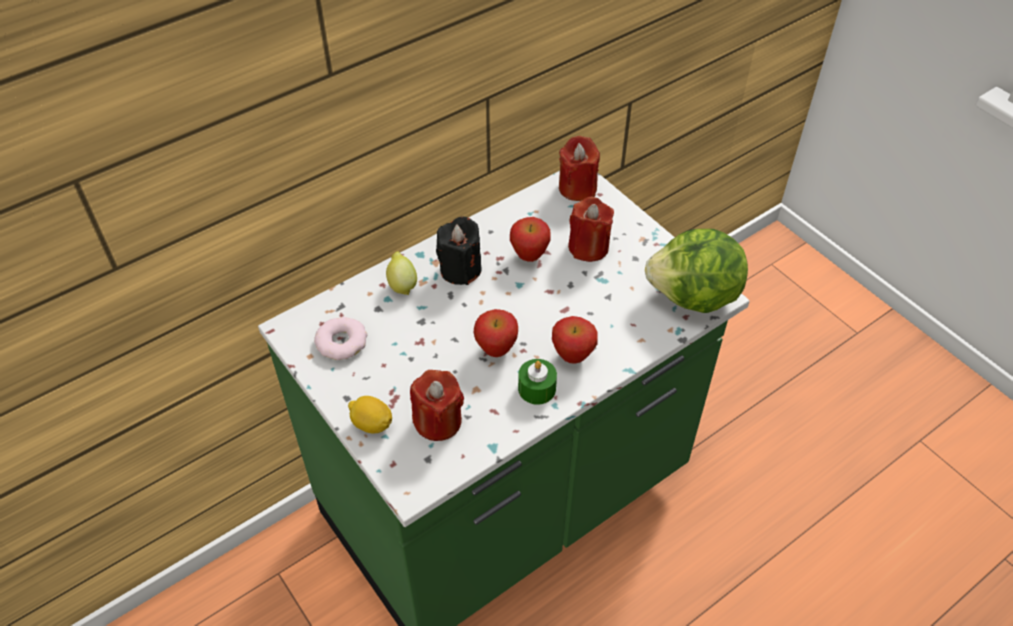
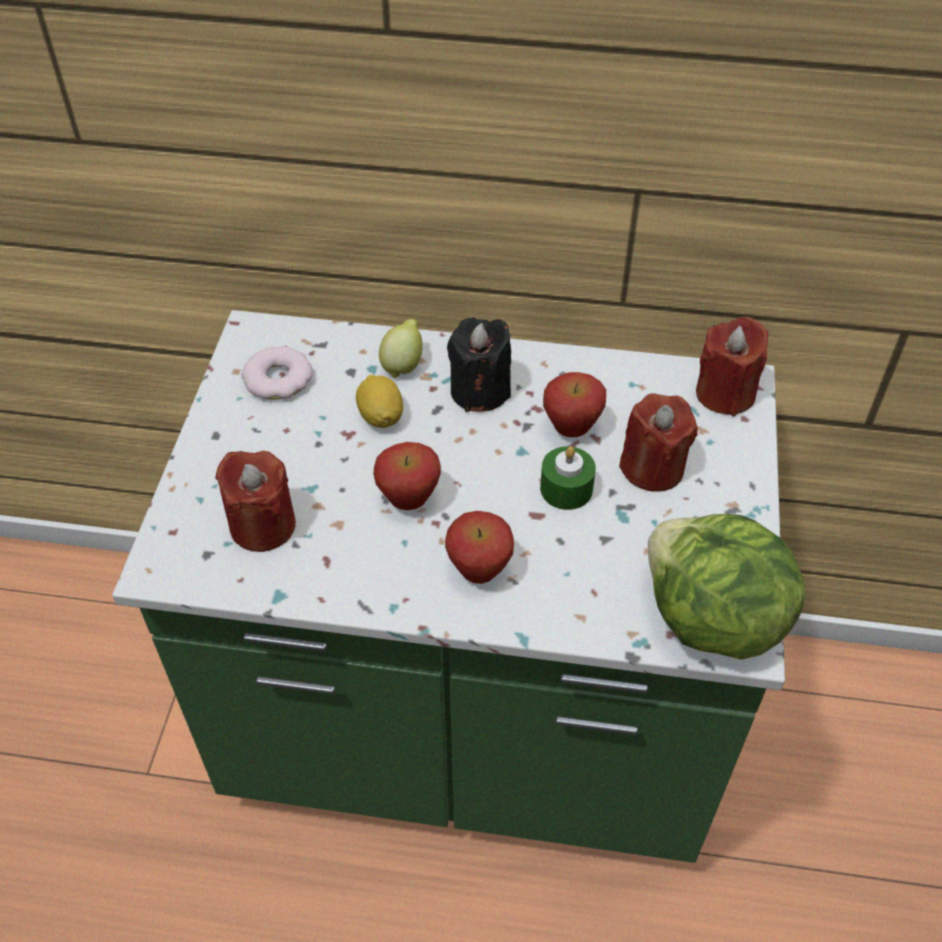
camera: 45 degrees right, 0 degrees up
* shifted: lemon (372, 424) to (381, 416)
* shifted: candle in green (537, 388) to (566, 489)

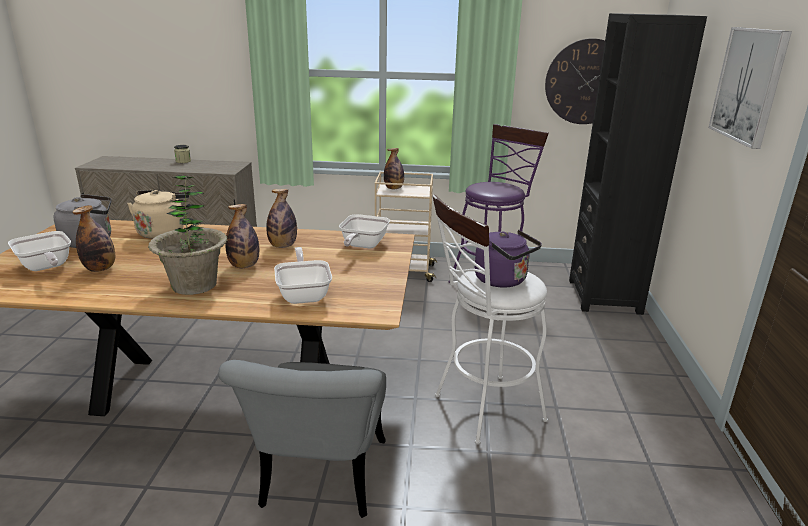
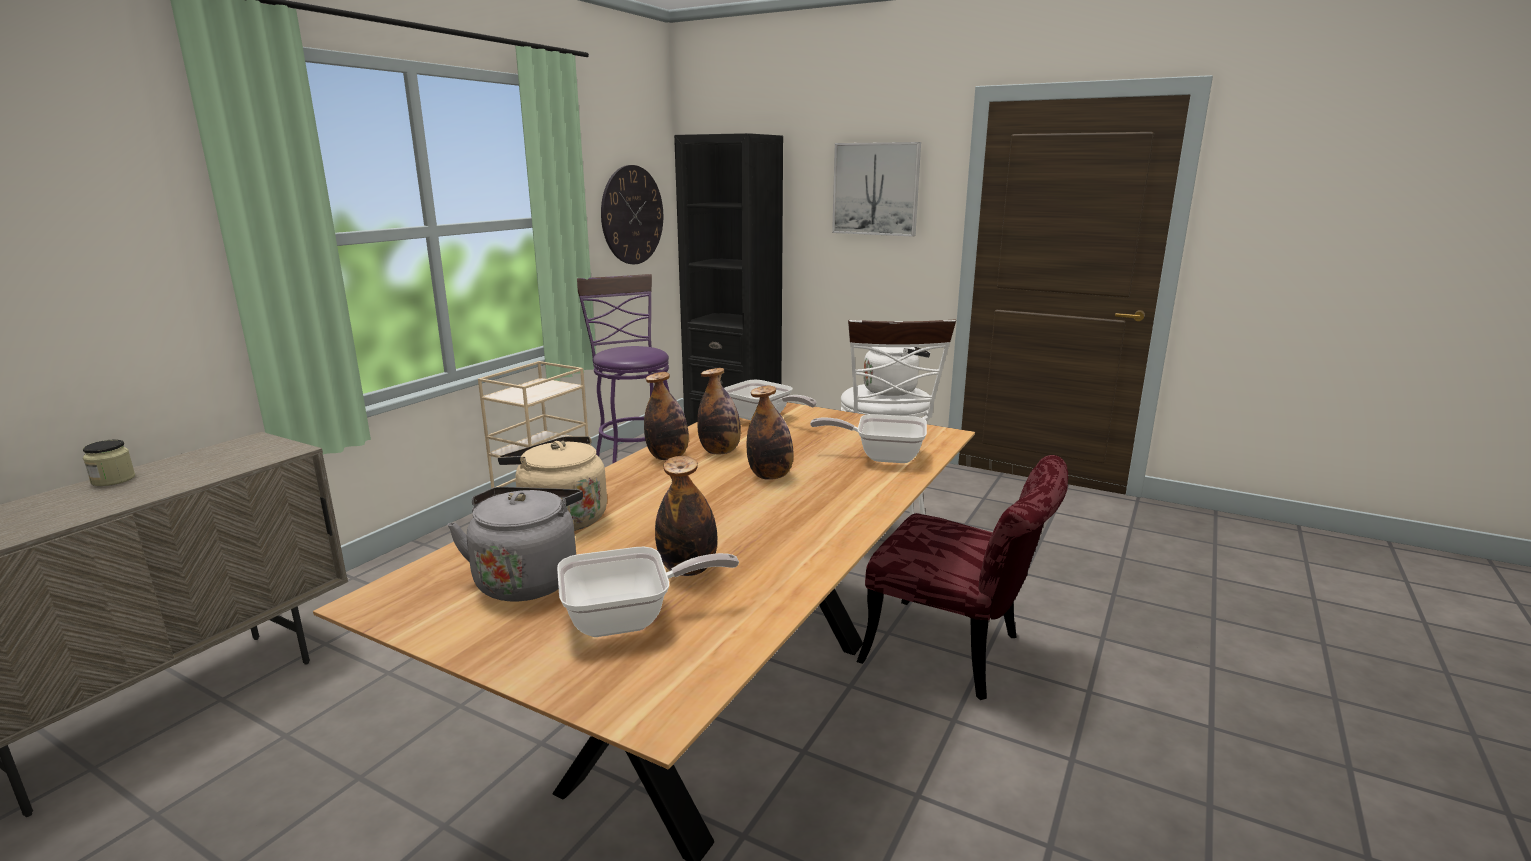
camera: 65 degrees left, 5 degrees down
* gone: potted plant (194, 285)
* repainted: chair in grey (320, 483) to chair in red (957, 653)
* shifted: bottle (394, 188) to (668, 457)
* repainted: kettle in purple (503, 281) to kettle in white (893, 390)

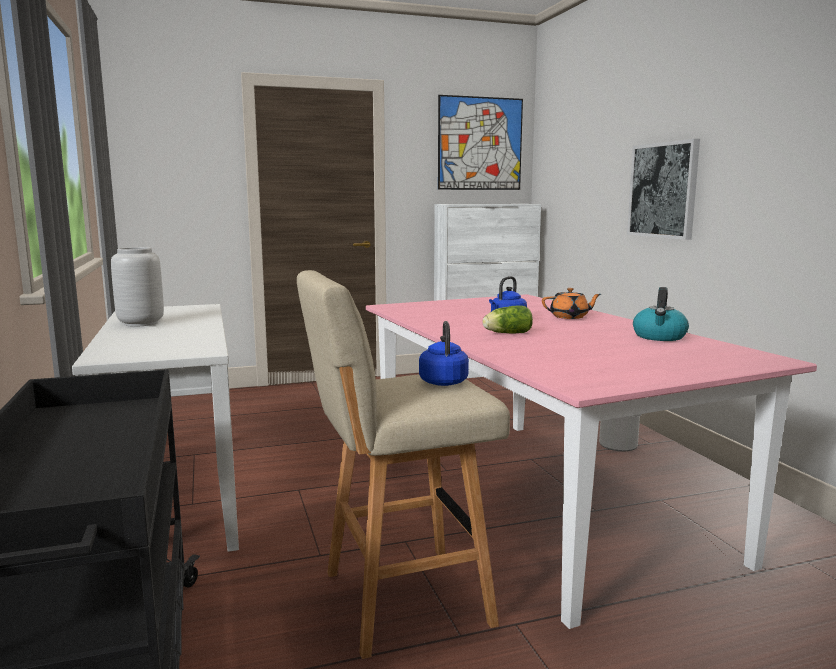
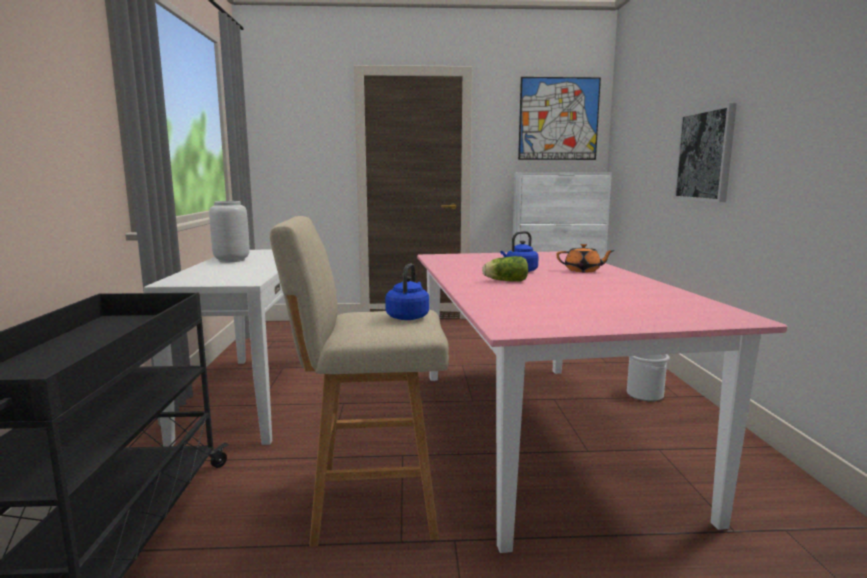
camera: 15 degrees right, 0 degrees up
* gone: kettle (659, 337)

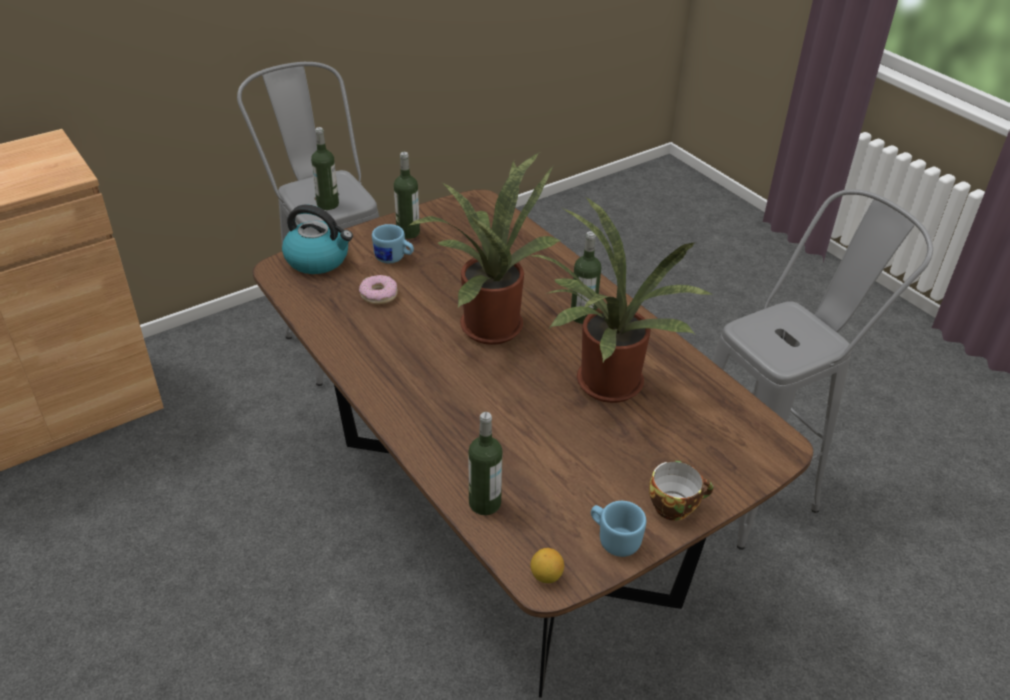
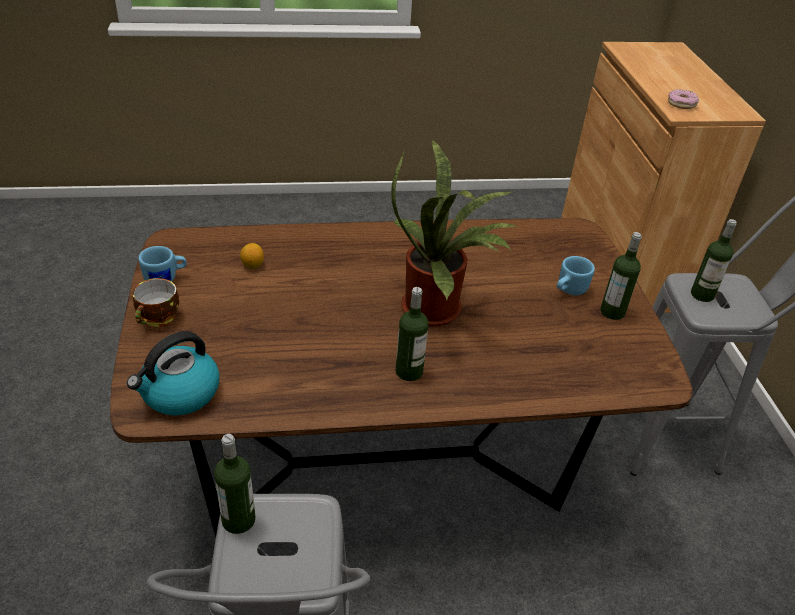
camera: 115 degrees right, 0 degrees up
* shifted: kettle (318, 259) to (180, 393)
* shifted: donut (379, 295) to (681, 104)
* shifted: bottle (485, 503) to (238, 520)
* gone: potted plant (604, 387)
* shifted: lemon (546, 576) to (252, 265)

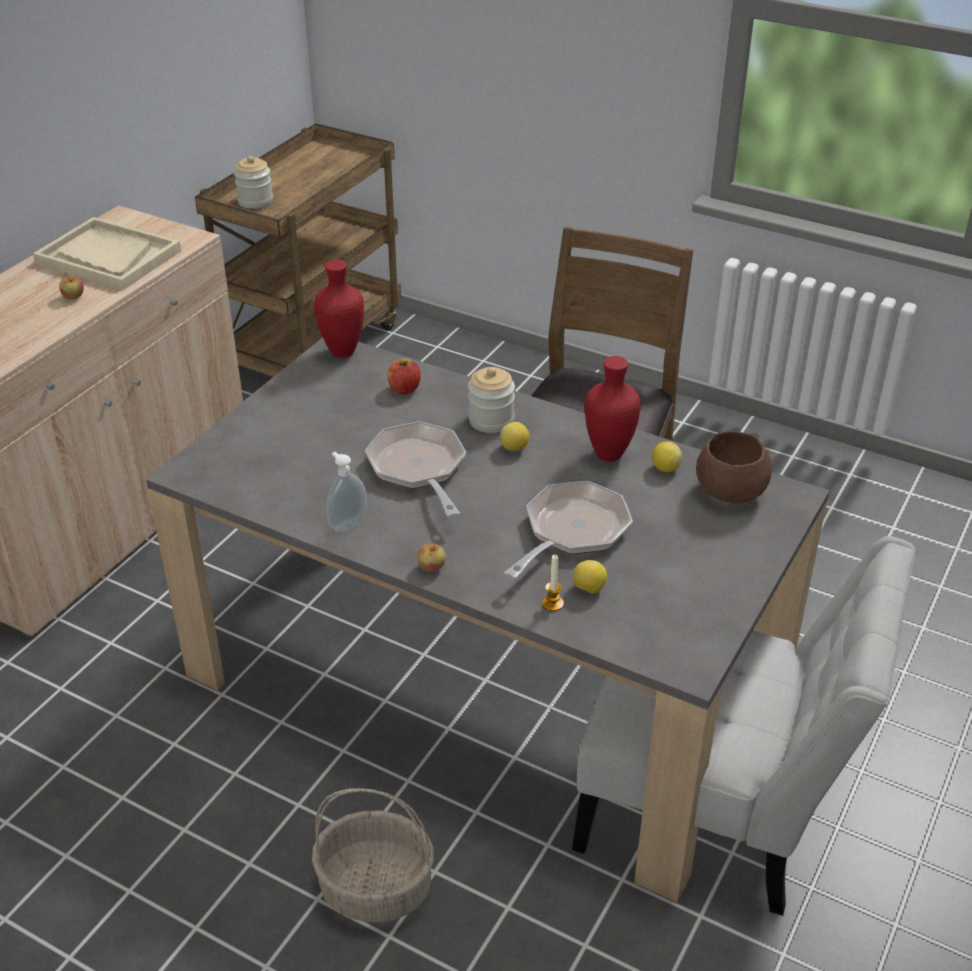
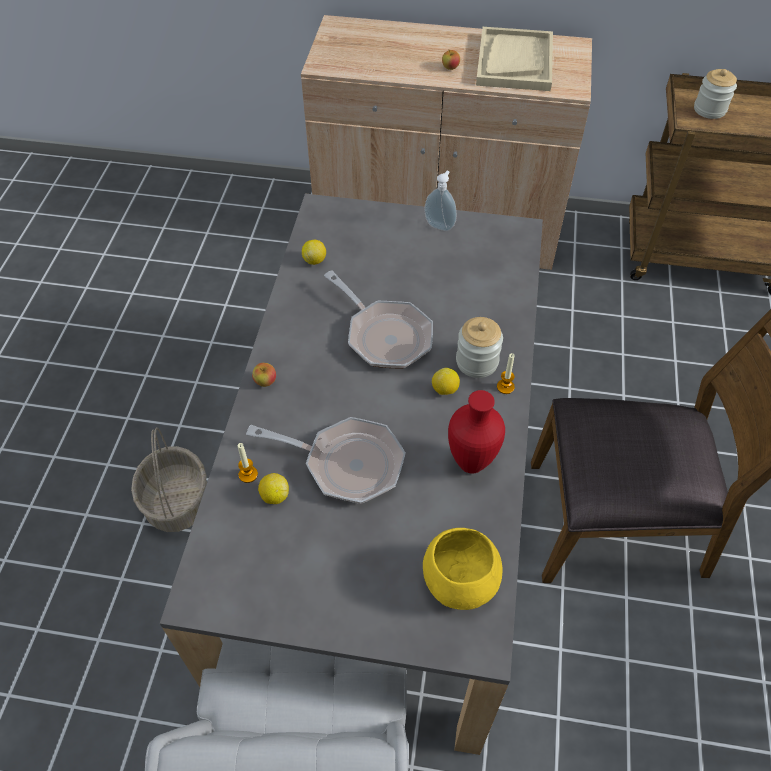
camera: 70 degrees right, 15 degrees up
* gone: vase in red (344, 352)
* shifted: soap dispenser (347, 523) to (440, 225)
* rotated: frying pan (419, 469) = (384, 335) 90 degrees clockwise
* gone: apple (404, 389)
* shifted: lemon (665, 468) to (314, 260)
* repainted: bowl in brown (729, 492) to bowl in yellow (460, 581)
* new: candle (505, 387)

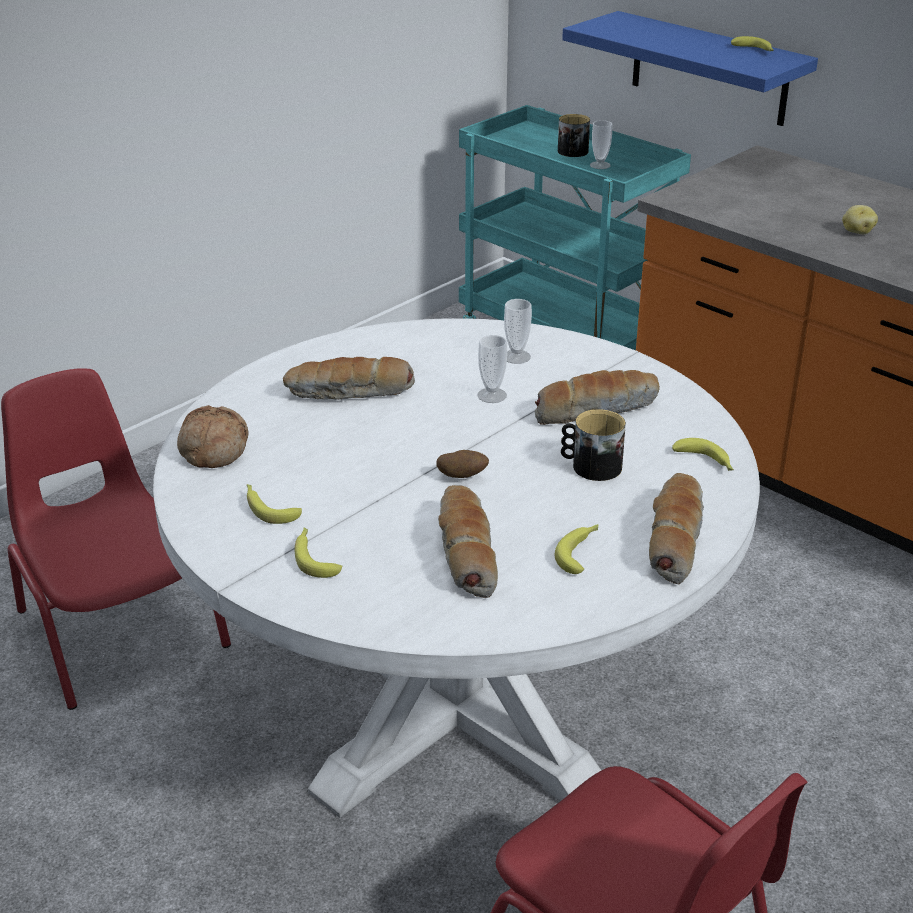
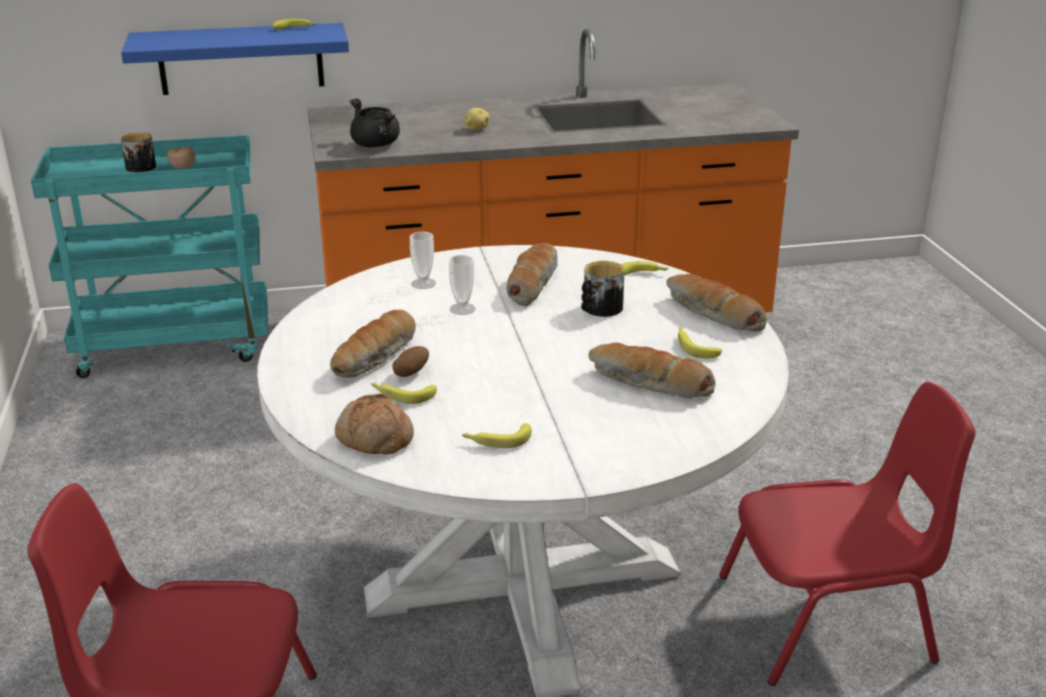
camera: 55 degrees left, 5 degrees down
* shifted: banana (314, 557) to (402, 395)
* shifted: potato (462, 476) to (411, 373)
* swapped: cup (600, 165) to tomato (183, 168)
* new: cooking pot in black (376, 145)

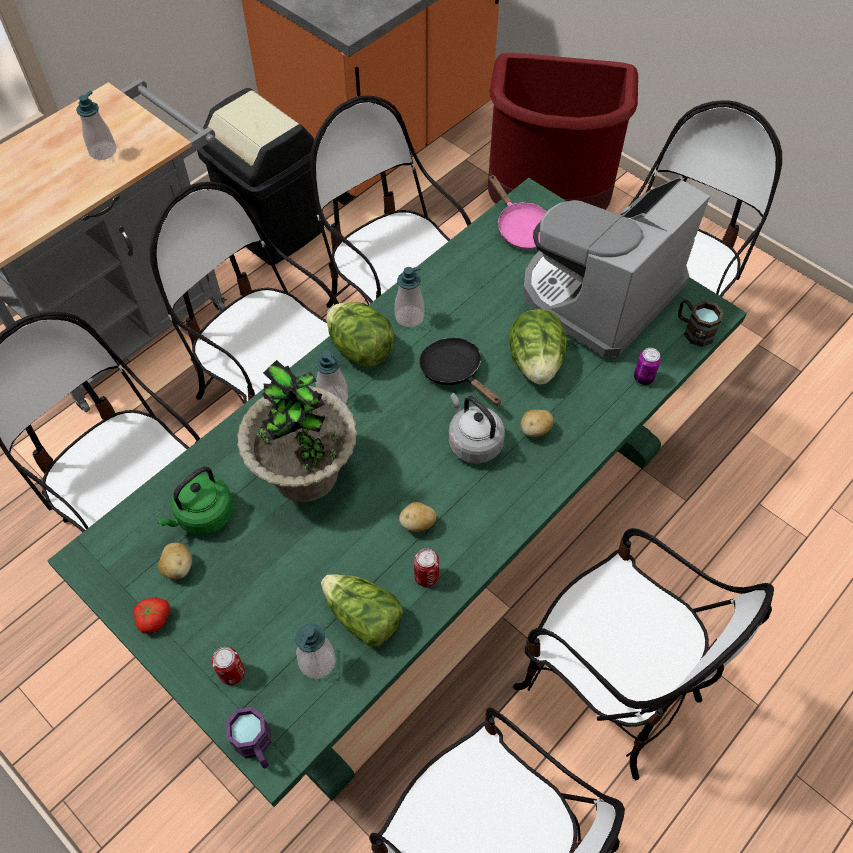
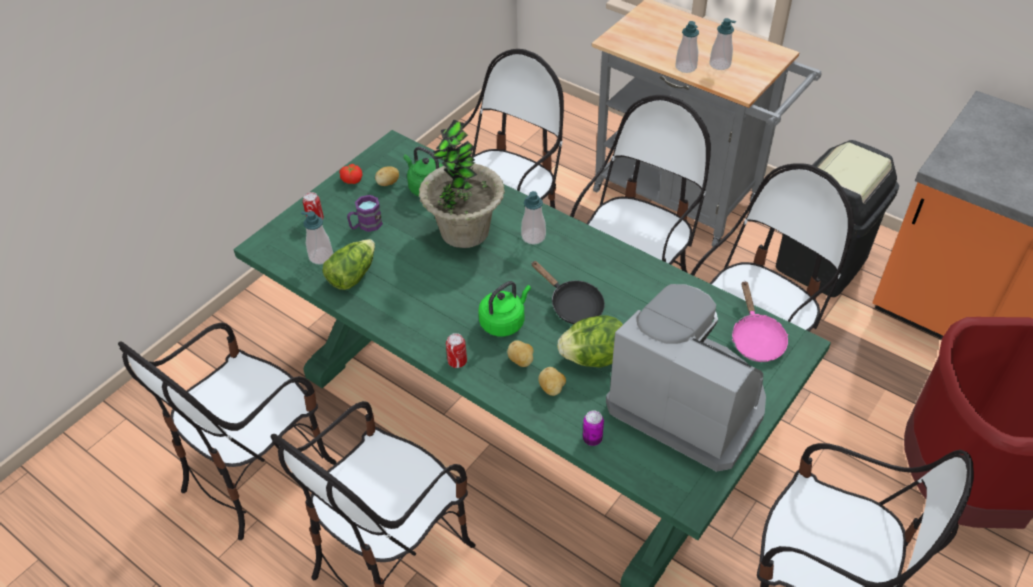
camera: 85 degrees right, 10 degrees down
* shifted: mug in purple (256, 746) to (366, 225)
* gone: lettuce (360, 349)
* shifted: soap dispenser (409, 317) to (685, 67)
* shifted: potato (417, 523) to (552, 389)
* shifted: can (426, 576) to (457, 361)
* rotated: frying pan in black (455, 372) = (572, 305) 90 degrees clockwise
* repainted: kettle in grey (473, 442) to kettle in green (504, 322)
* rotated: frying pan in pink (520, 228) = (755, 339) 60 degrees counterclockwise
* gone: mug in brown (693, 330)

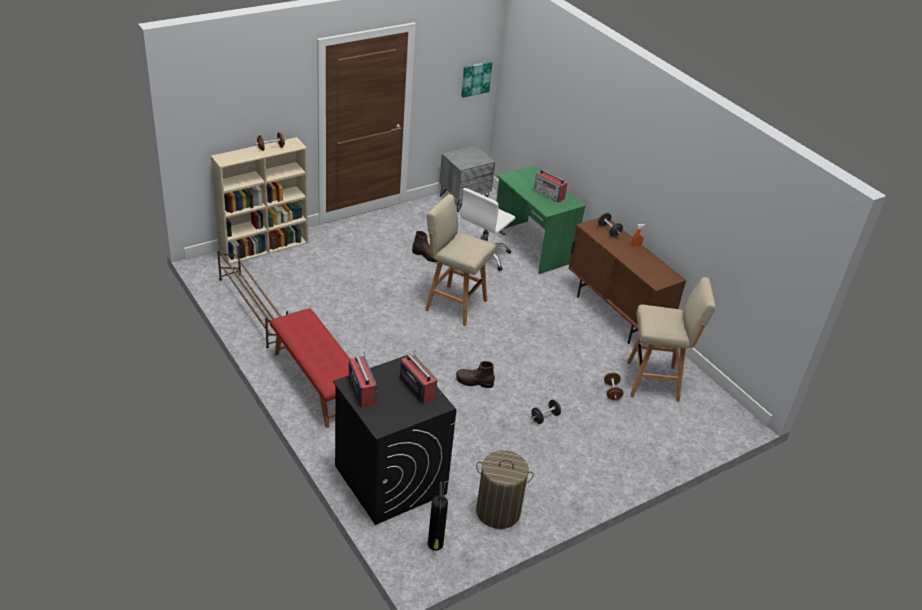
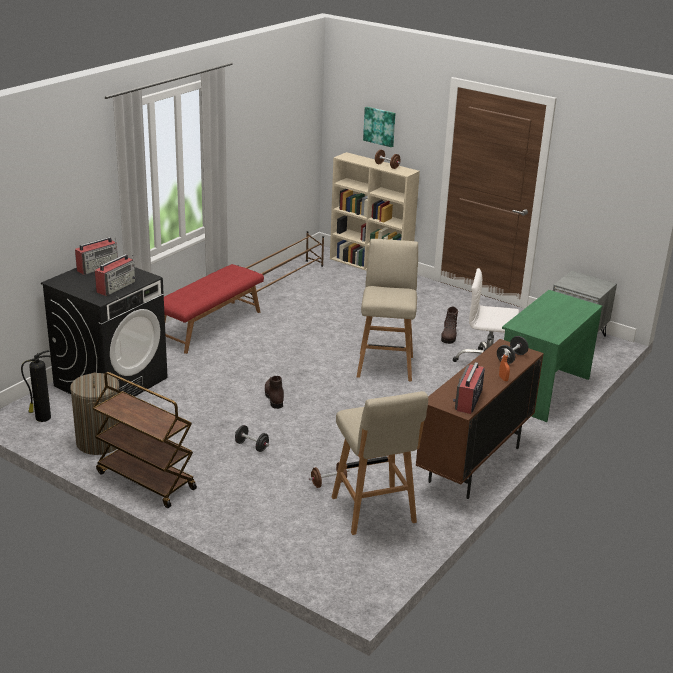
camera: 70 degrees right, 10 degrees down
* shifted: picture (475, 78) to (380, 126)
* shifted: radio (549, 194) to (468, 401)
* new: cart in brown (145, 481)

